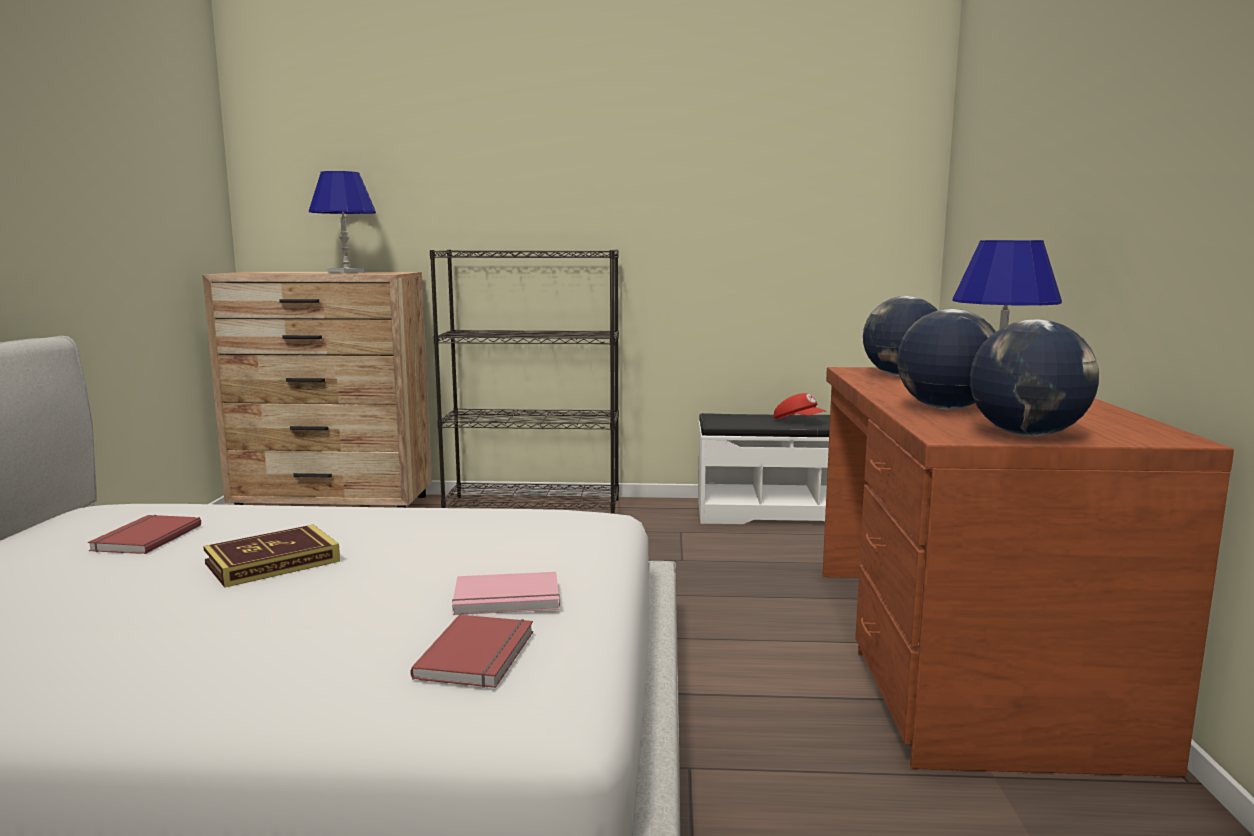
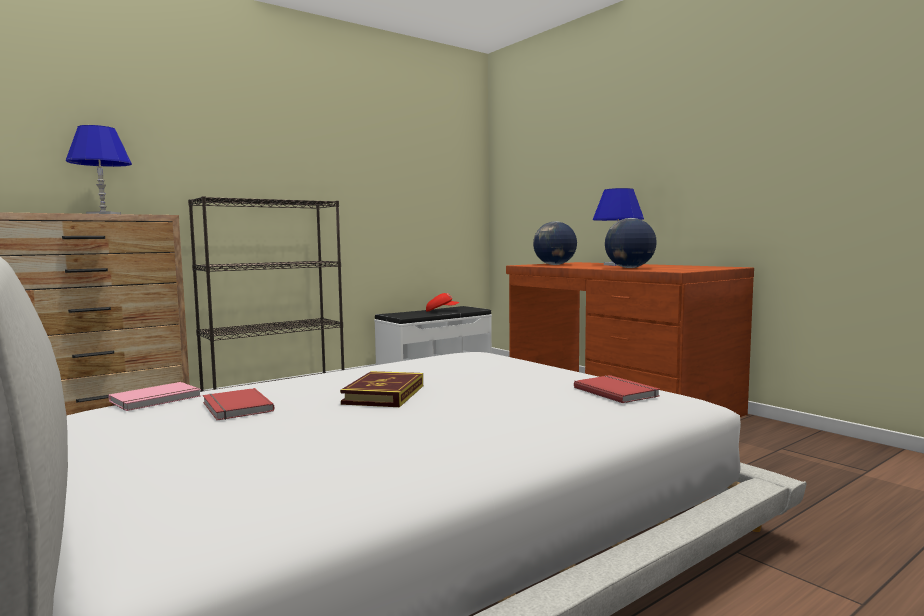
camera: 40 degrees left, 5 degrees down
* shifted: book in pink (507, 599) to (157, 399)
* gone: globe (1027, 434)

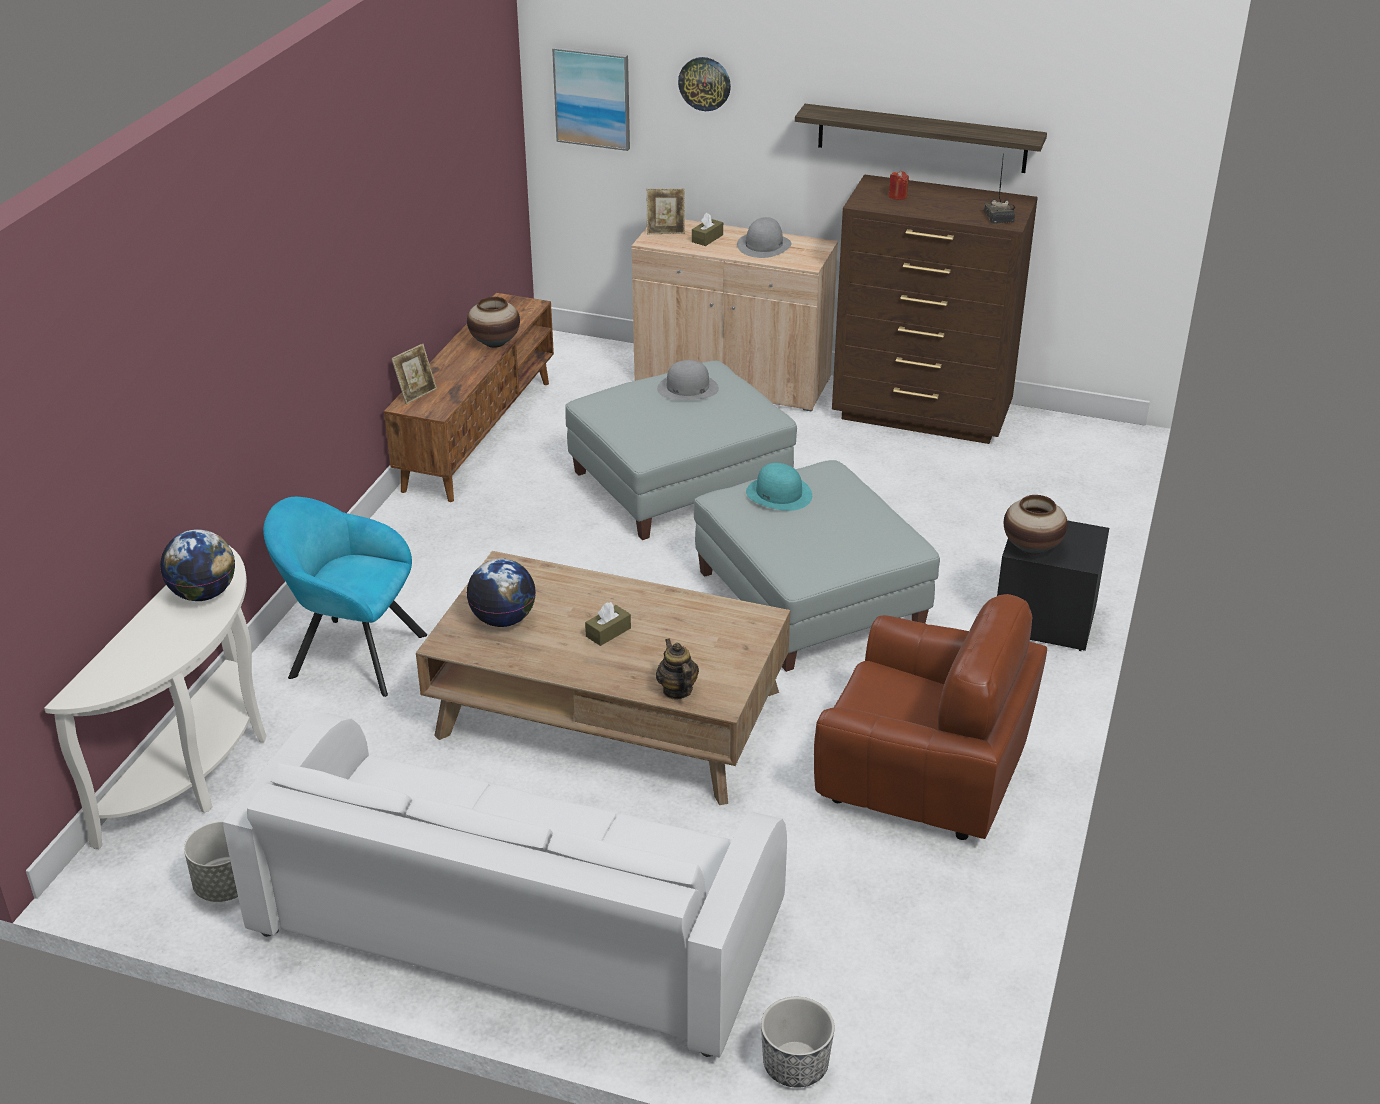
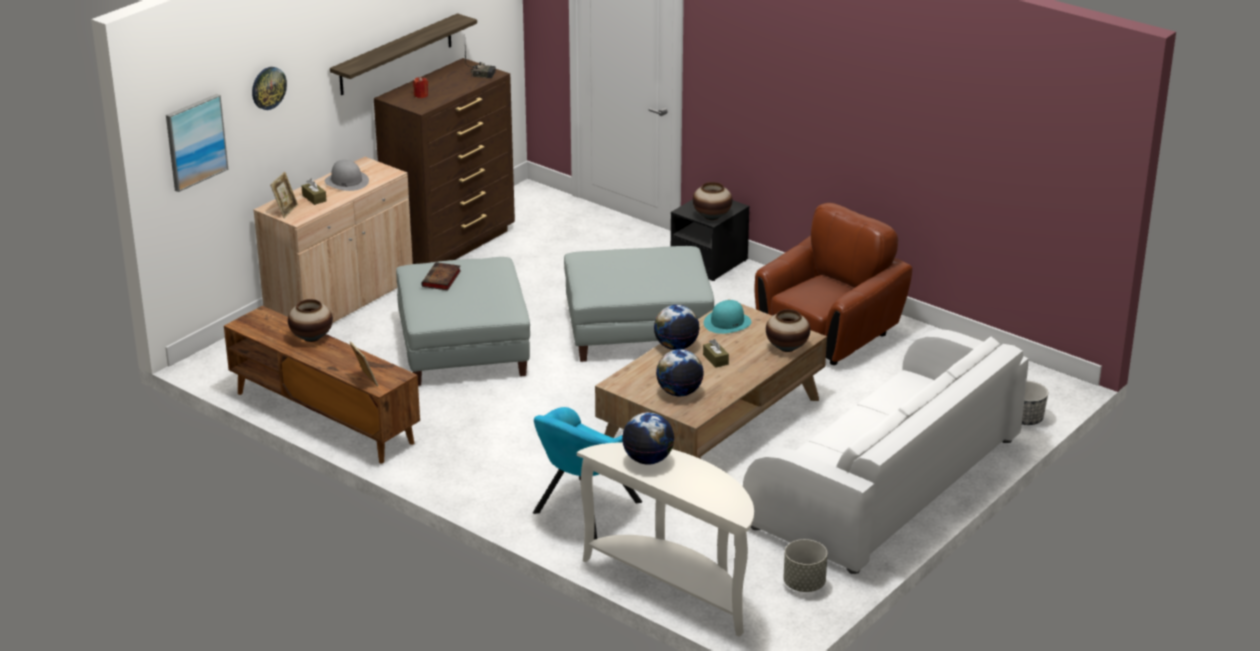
camera: 70 degrees left, 5 degrees down
* swapped: teapot (677, 690) to vase (787, 348)
* swapped: hat in grey (687, 388) to book (441, 279)
* shifted: hat in turquoise (779, 494) to (727, 322)
* new: globe (676, 346)

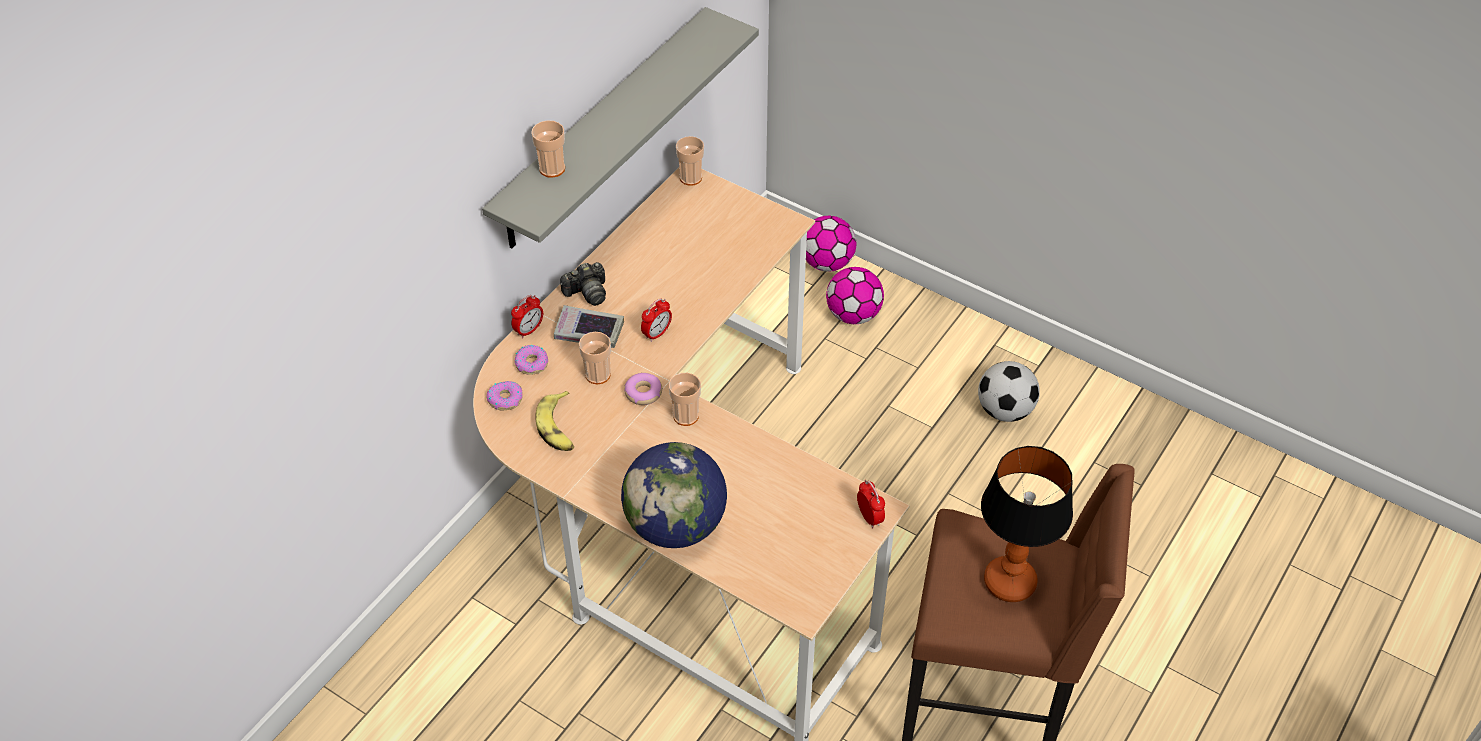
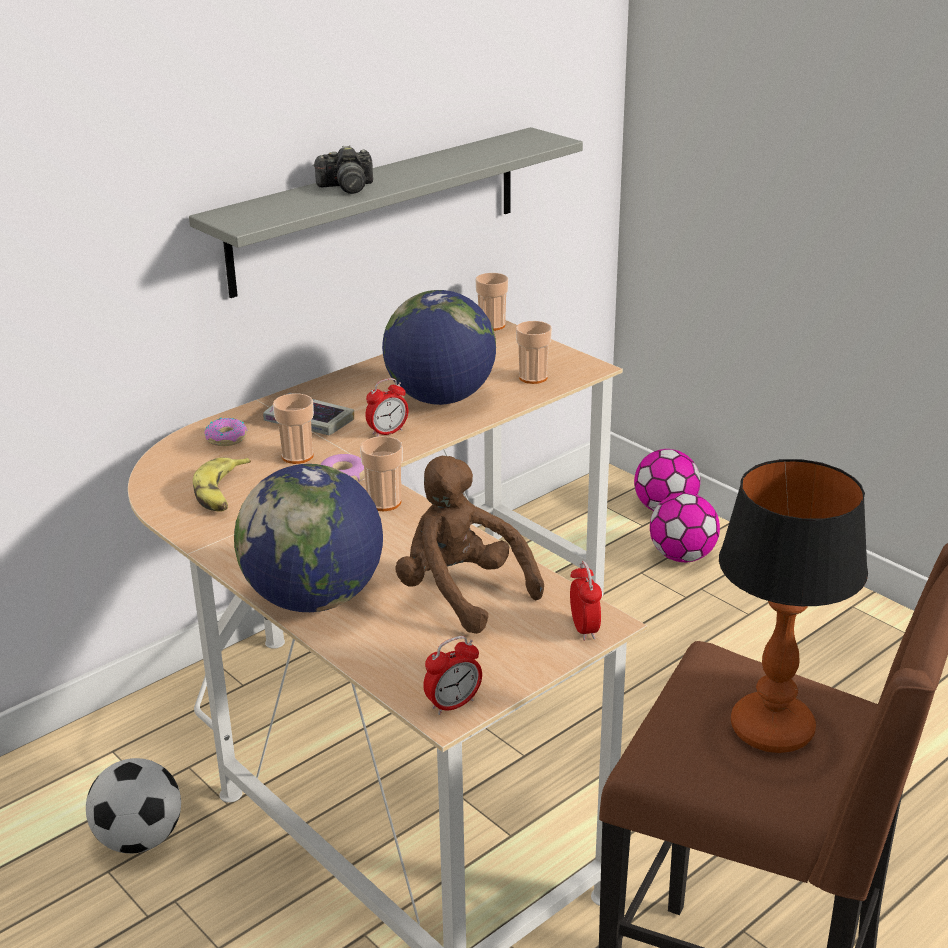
camera: 15 degrees right, 20 degrees down
* gone: donut (505, 399)
* shifted: alarm clock (529, 330) to (453, 704)
* shifted: cup (552, 168) to (533, 377)
* shifted: photo camera (587, 293) to (346, 187)
* shifted: football (1005, 410) to (140, 839)
* new: globe (440, 399)
* new: plush toy in brown (461, 593)

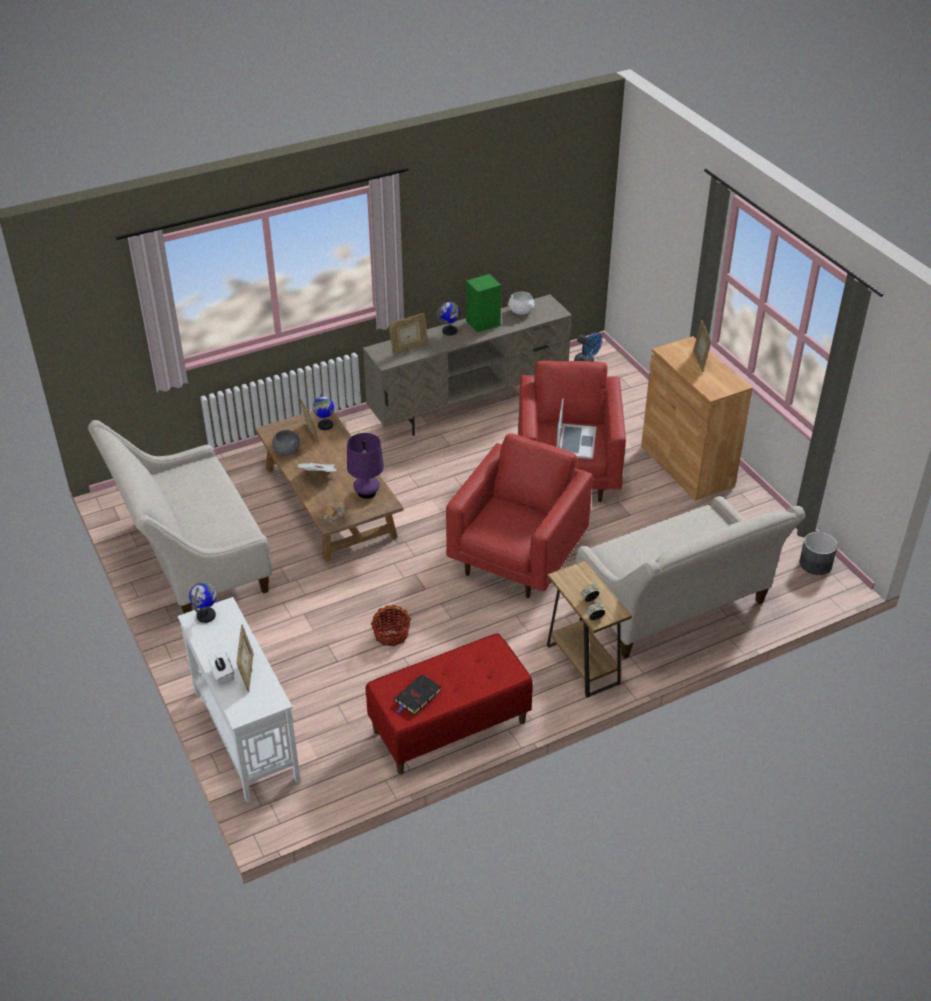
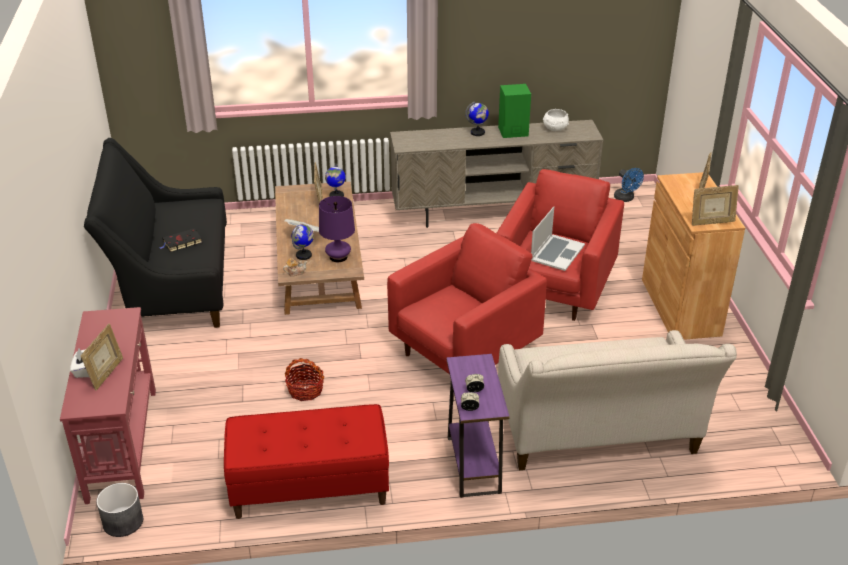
camera: 20 degrees right, 5 degrees down
* repainted: sofa in beige (191, 559) to sofa in black (172, 285)
* repainted: console table in white (246, 734) to console table in red (123, 443)
* shifted: globe (206, 615) to (304, 255)
* gone: bowl in grey (287, 451)
* shifted: picture frame (409, 348) to (711, 222)
* shifted: book in black (417, 697) to (181, 243)
* repainted: side table in brown (583, 664) to side table in purple (473, 464)
* shifted: planter in grey (815, 564) to (123, 522)

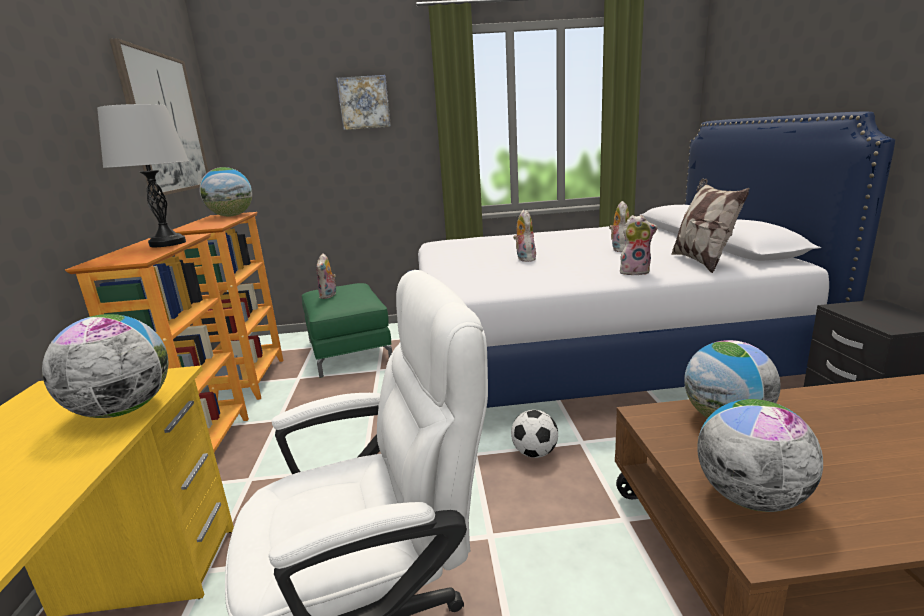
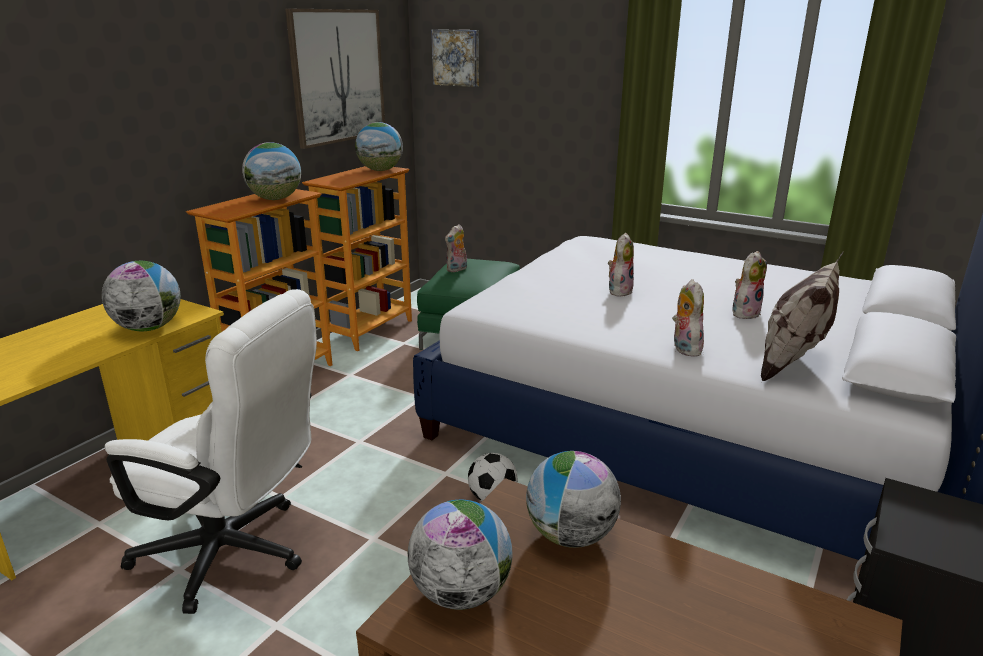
camera: 35 degrees right, 5 degrees up
* swapped: table lamp in grey (168, 243) to globe (275, 199)
* shifted: picture (364, 103) to (456, 57)
* rotated: plush toy (635, 272) = (684, 348) 135 degrees counterclockwise

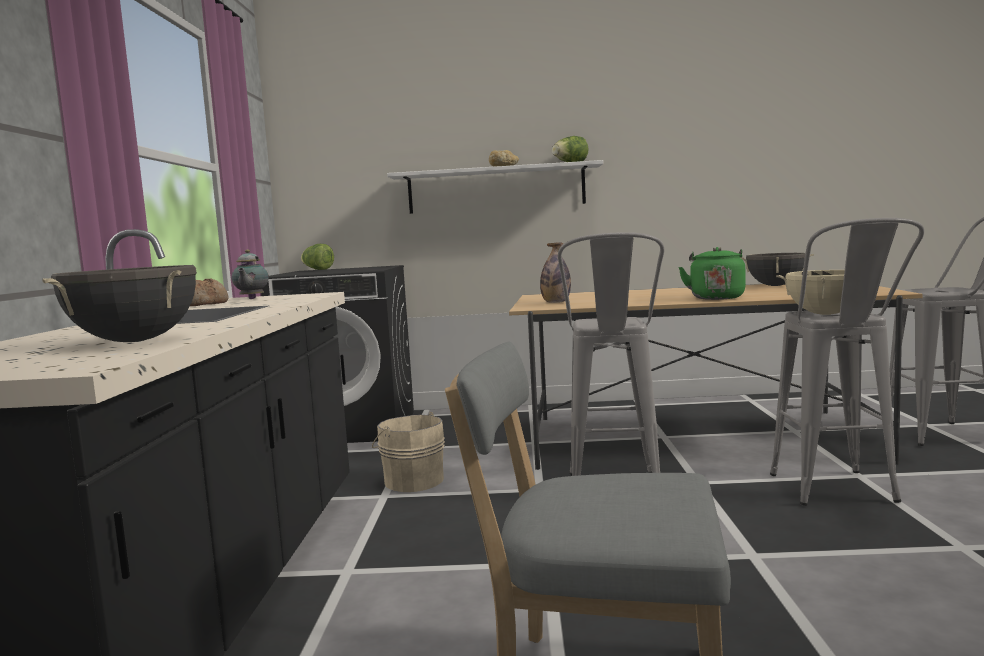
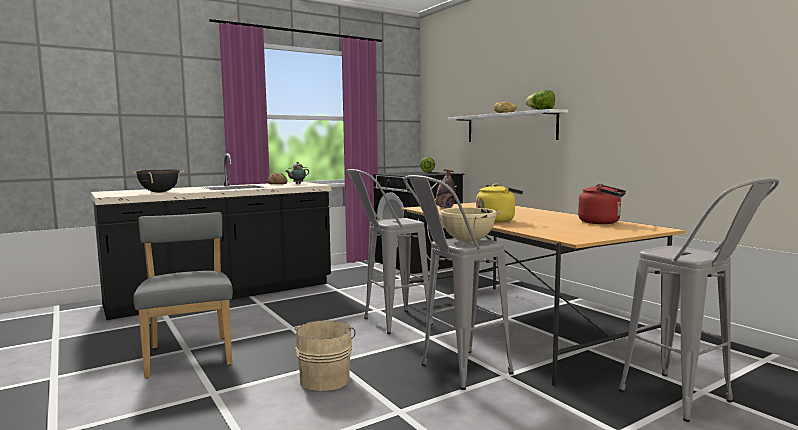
camera: 55 degrees right, 0 degrees up
* shifted: bucket in beige (412, 481) to (326, 378)
* repainted: kettle in green (716, 297) to kettle in yellow (497, 220)
* swapped: cooking pot in black (775, 285) to kettle in red (602, 222)

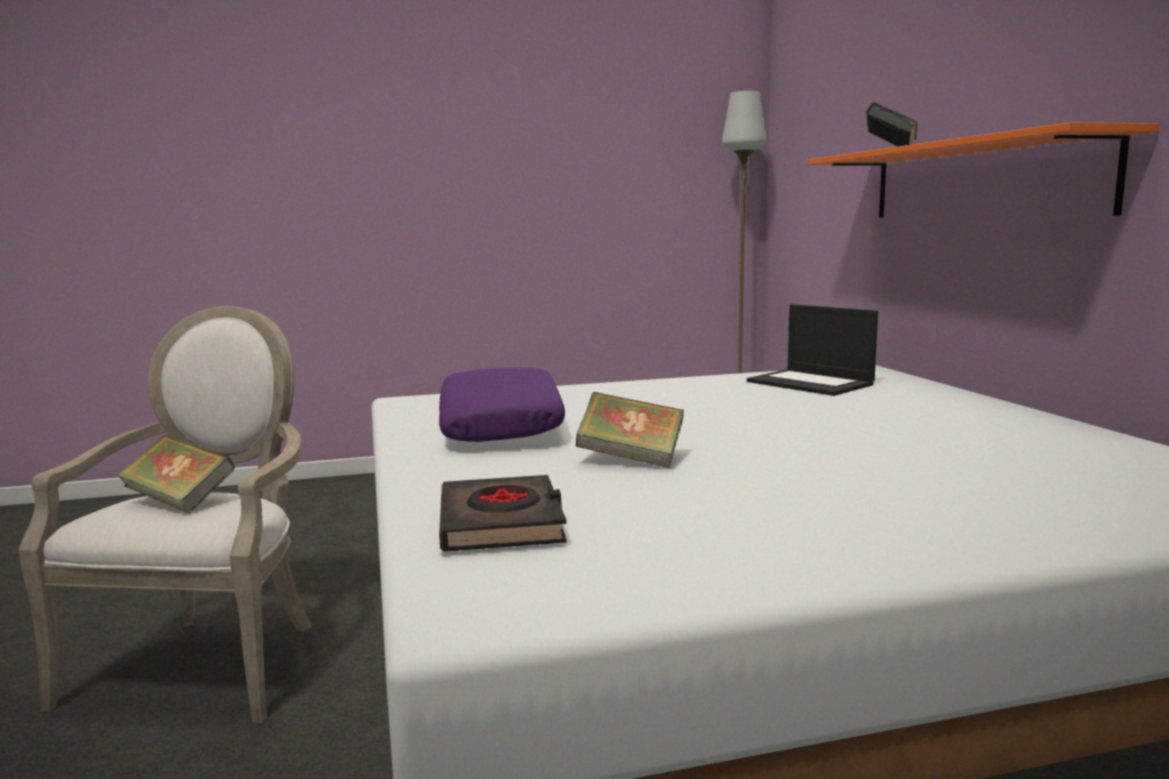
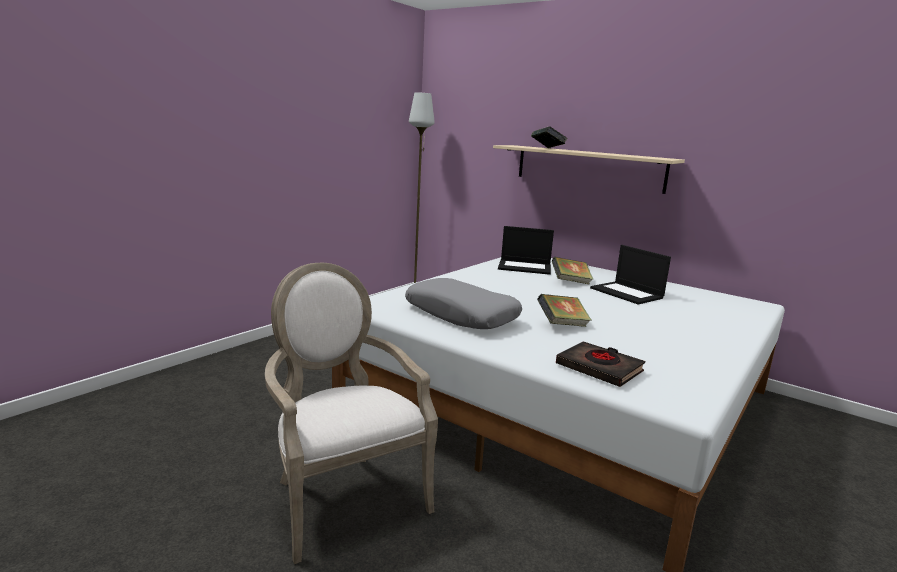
camera: 40 degrees left, 5 degrees up
* shifted: book (180, 501) to (570, 282)
* repainted: pillow in purple (503, 425) to pillow in grey (461, 315)
* repainted: shelf in orange (980, 181) to shelf in beige (588, 168)
* new: laptop (627, 293)

